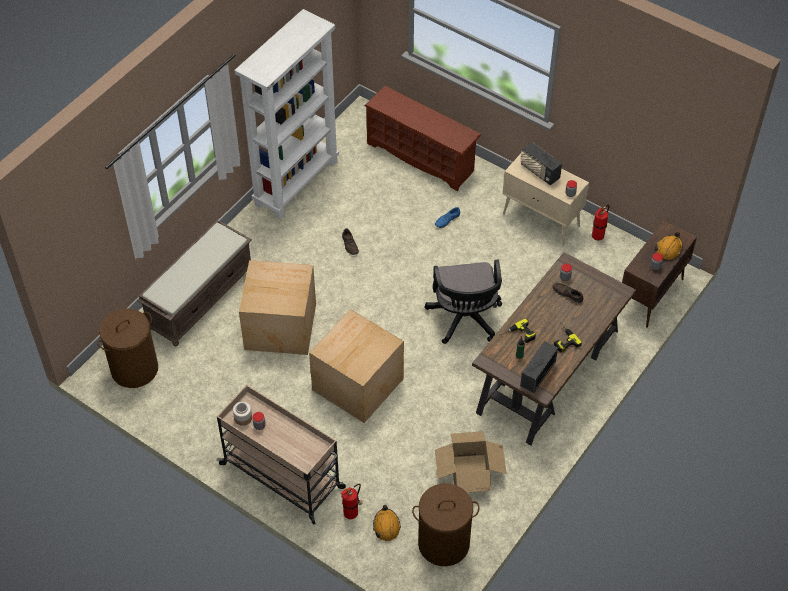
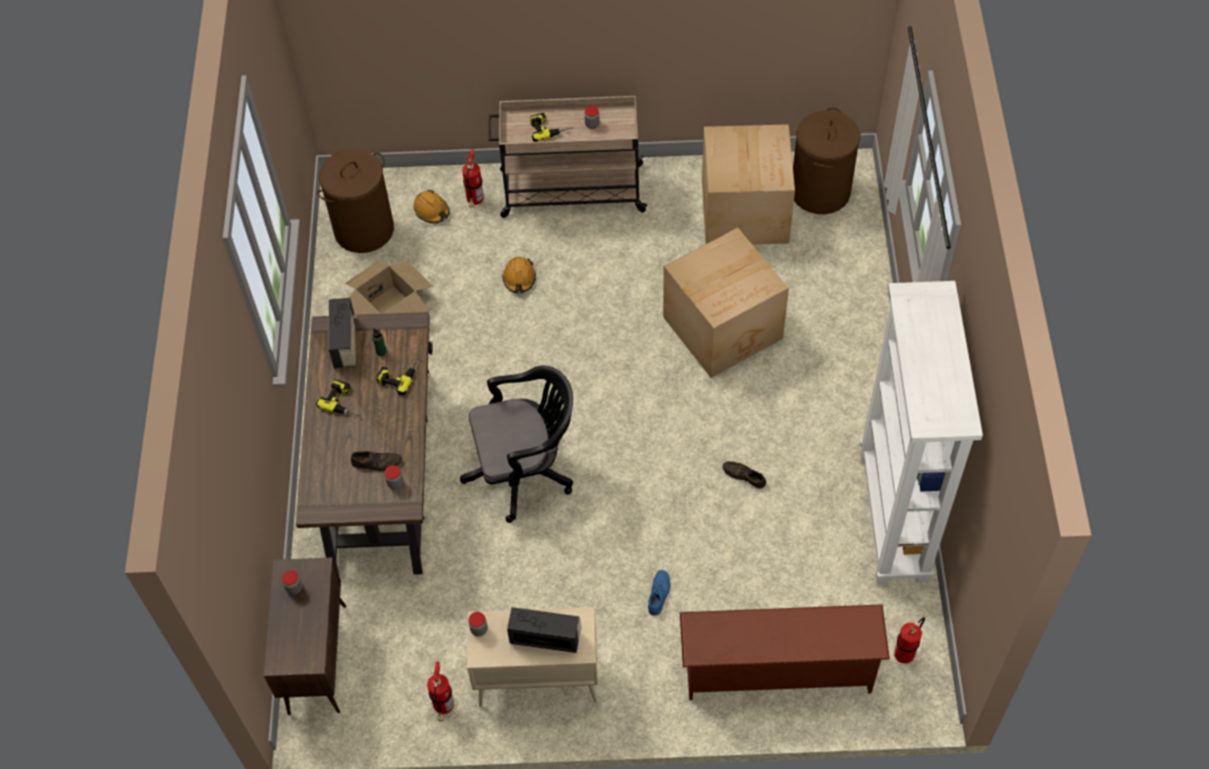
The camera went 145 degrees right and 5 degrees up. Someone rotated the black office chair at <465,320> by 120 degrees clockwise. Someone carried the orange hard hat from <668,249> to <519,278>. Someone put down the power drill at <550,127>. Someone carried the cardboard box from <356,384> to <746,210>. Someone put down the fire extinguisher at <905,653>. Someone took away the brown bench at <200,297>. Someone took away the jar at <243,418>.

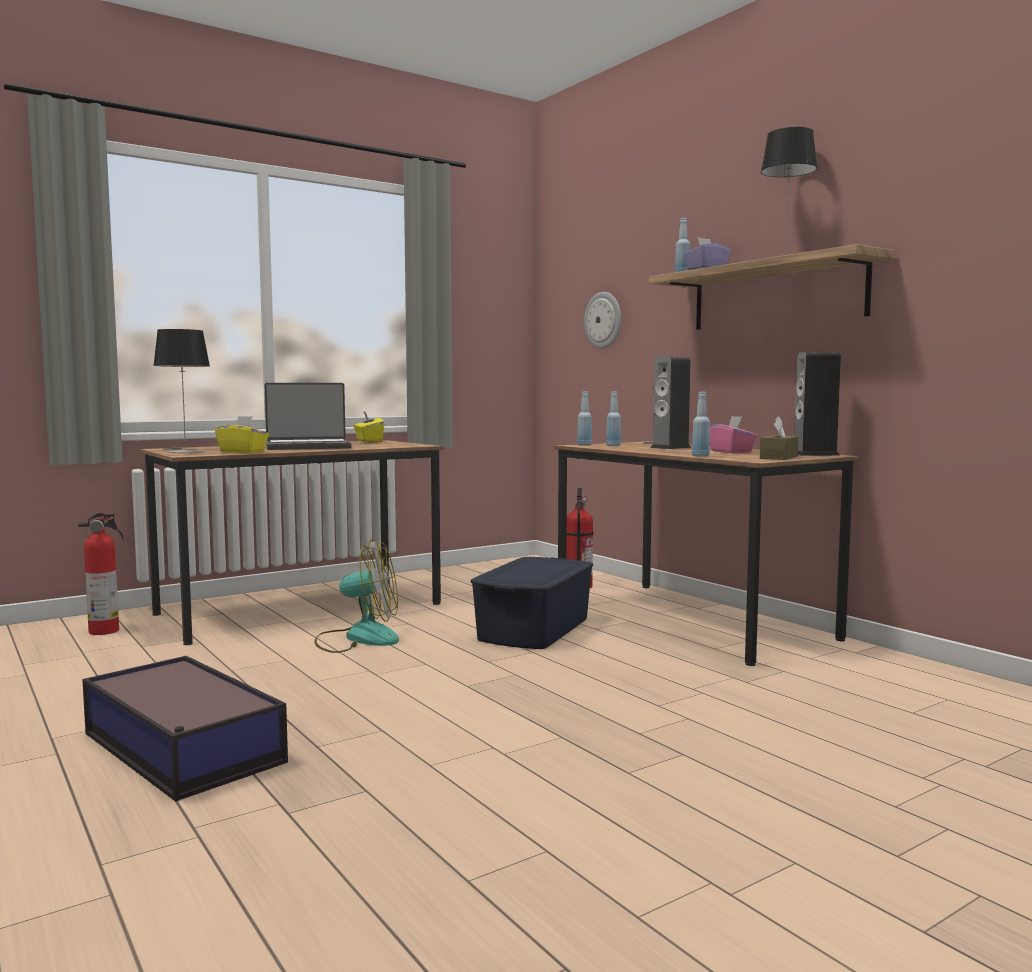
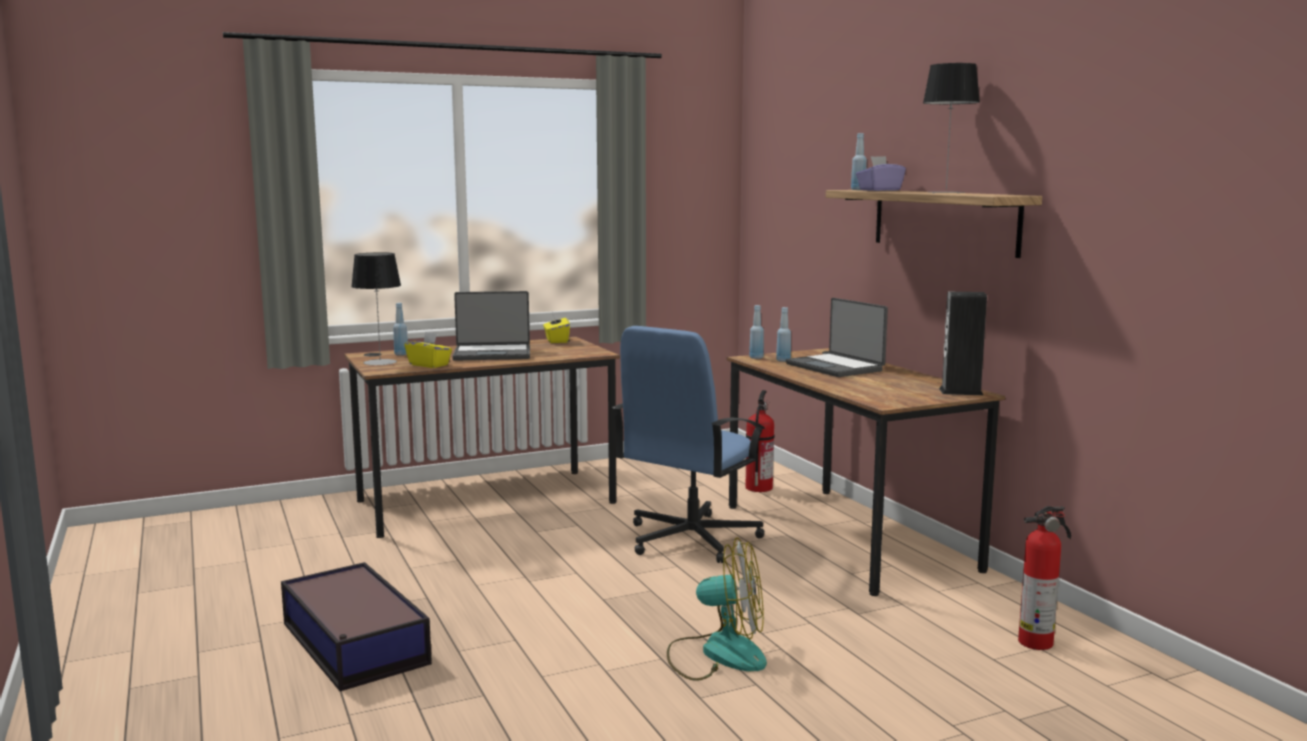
The camera went 10 degrees right and 5 degrees up. Someone carried the blue bottle from <700,456> to <401,354>. Someone swapped the blue storage box at <533,629> for the blue office chair at <690,539>. Someone carried the fan from <358,638> to <717,654>. Someone swapped the speaker at <670,447> for the laptop at <836,367>. Someone carried the fire extinguisher from <106,631> to <1038,642>. Someone took away the wall clock at <604,320>. Someone took away the pink tissue box at <731,452>. Someone took away the brown tissue box at <779,457>.

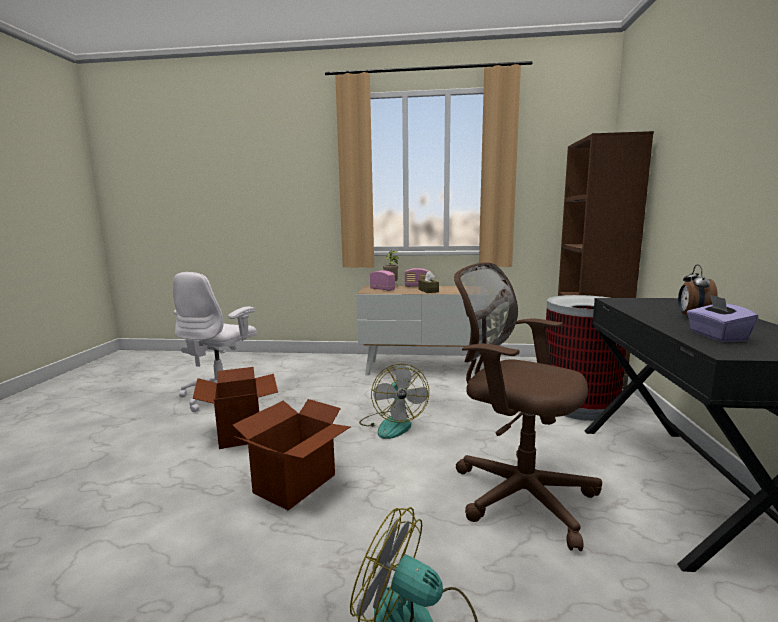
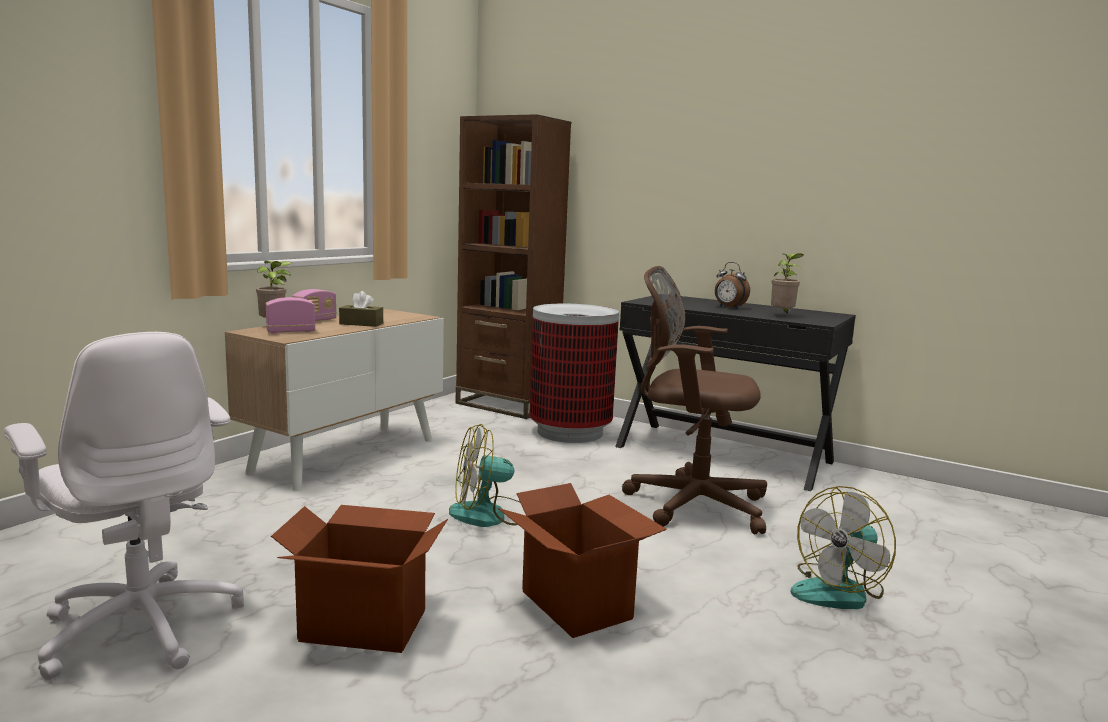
The camera went 65 degrees left and 0 degrees up. Someone rotated the fan at <392,424> by 150 degrees clockwise. Someone rotated the brown office chair at <517,493> by 45 degrees clockwise. Someone swapped the purple tissue box at <716,336> for the potted plant at <782,315>.

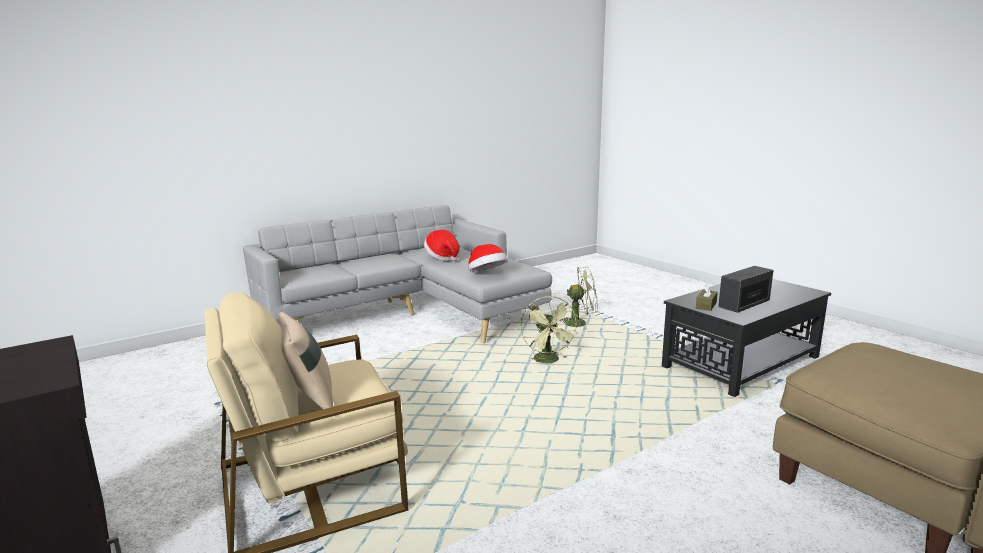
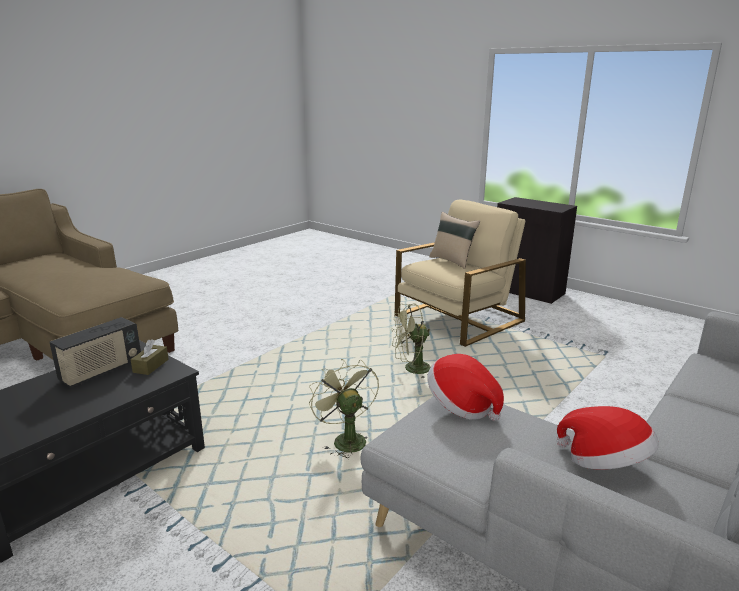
The camera went 165 degrees right and 5 degrees up. Someone carried the green fan from <580,323> to <412,370>.

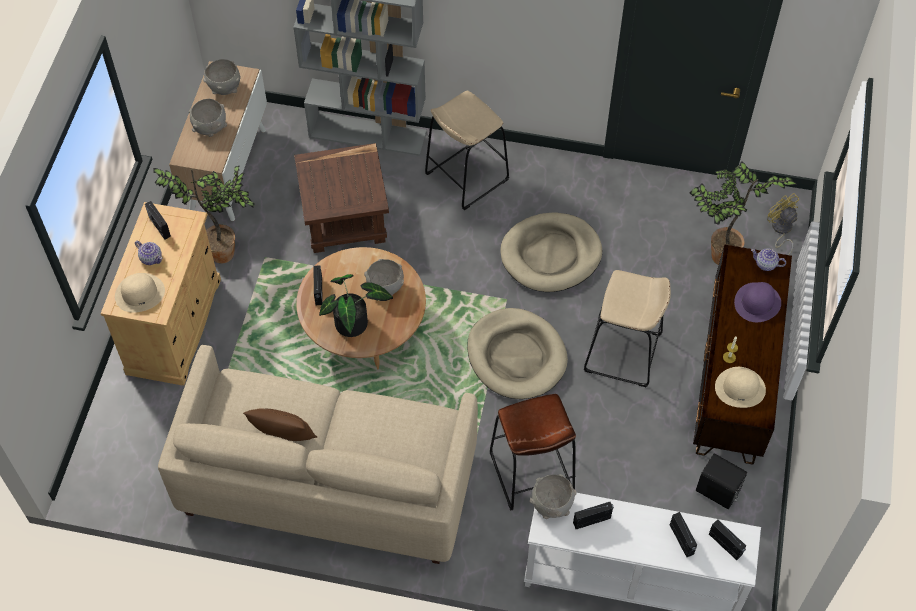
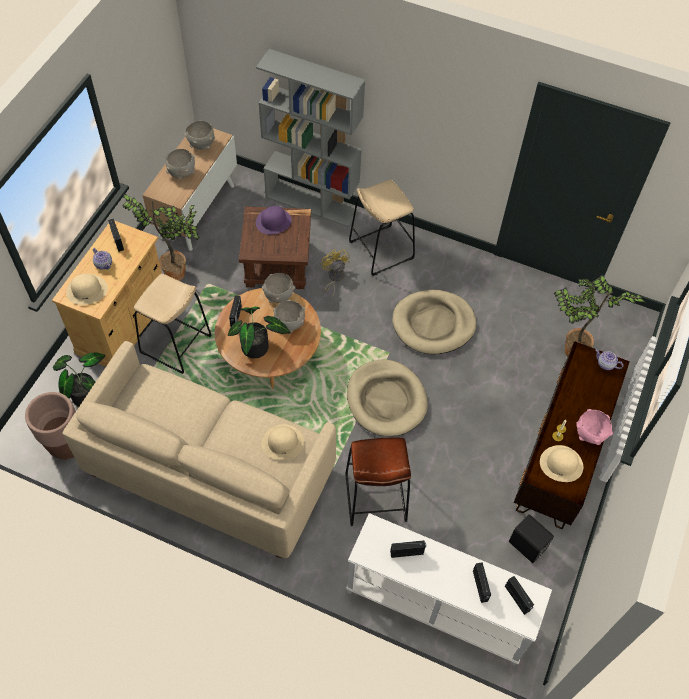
The camera went 10 degrees right and 0 degrees up. Someone put down the brown planter at <66,446>. Someone put down the potted plant at <85,393>. Someone carried the beige stool from <623,353> to <176,344>. Someone carried the purple hat from <757,302> to <273,221>. Someone carried the grey bowl from <551,505> to <278,296>. Someone put down the beige hat at <283,442>. Someone carried the yellow fan from <781,230> to <334,278>. Someone put down the pink bowl at <590,434>. Someone took away the brown pillow at <283,437>.

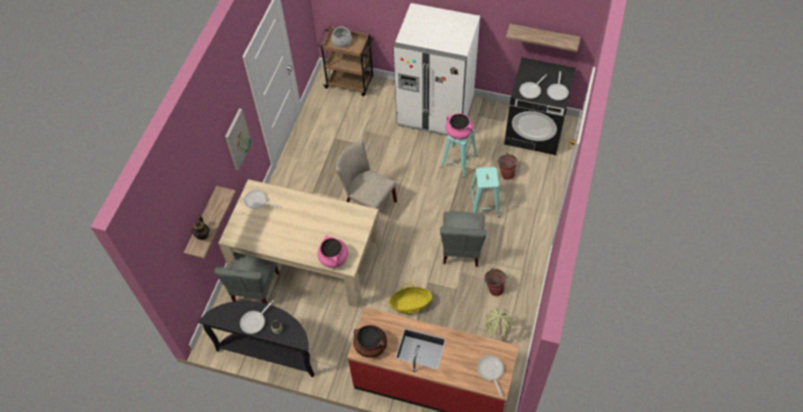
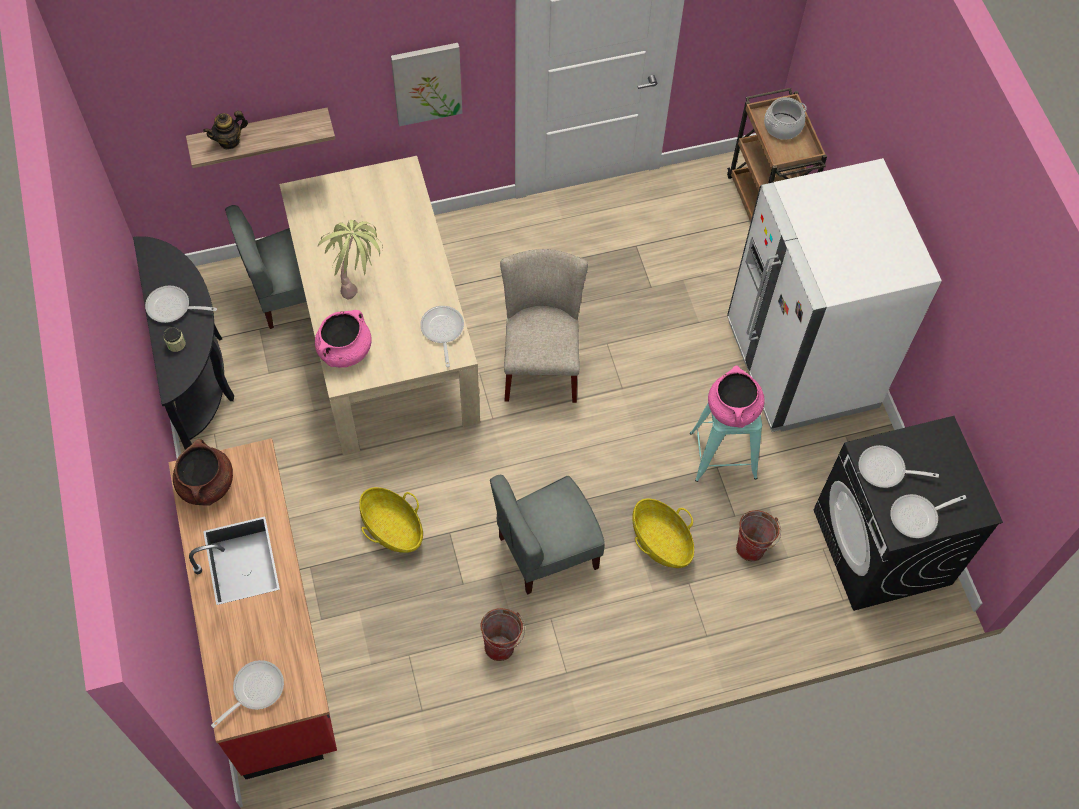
The camera went 55 degrees right and 5 degrees up. Someone carried the potted plant from <496,336> to <357,279>. Someone carried the frying pan from <257,201> to <442,331>. Someone swapped the turquoise stool at <484,204> for the basket at <661,541>. Someone took away the shelf at <543,37>.

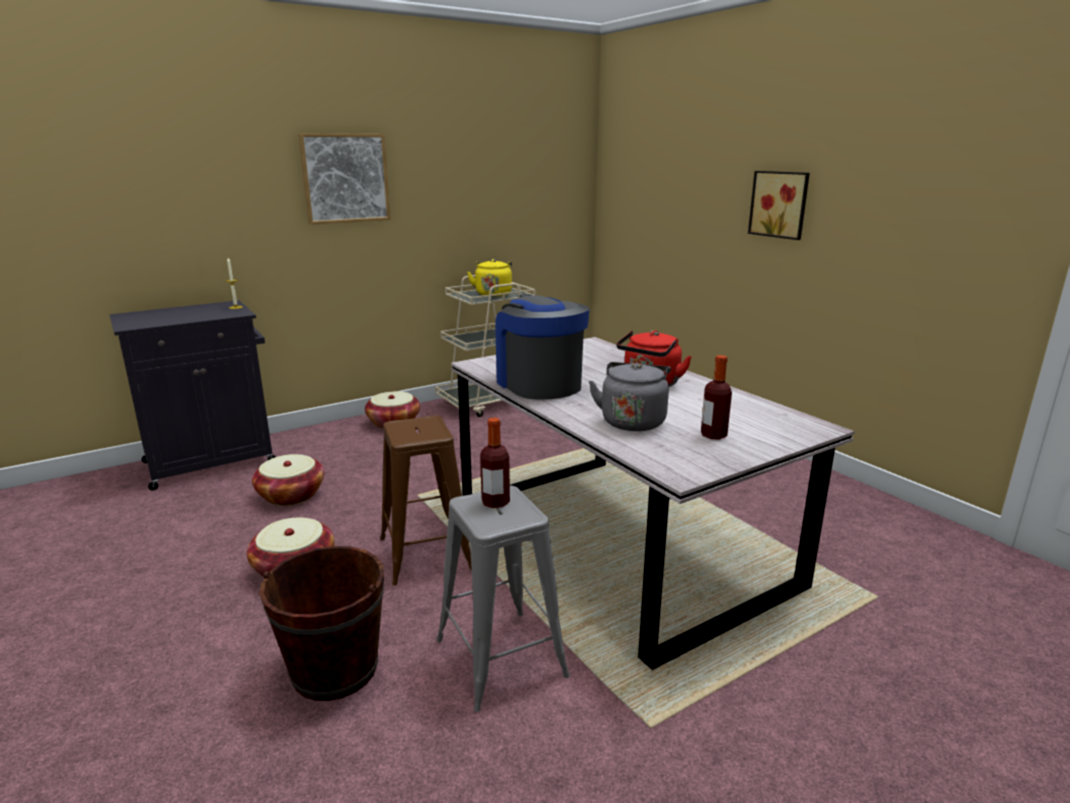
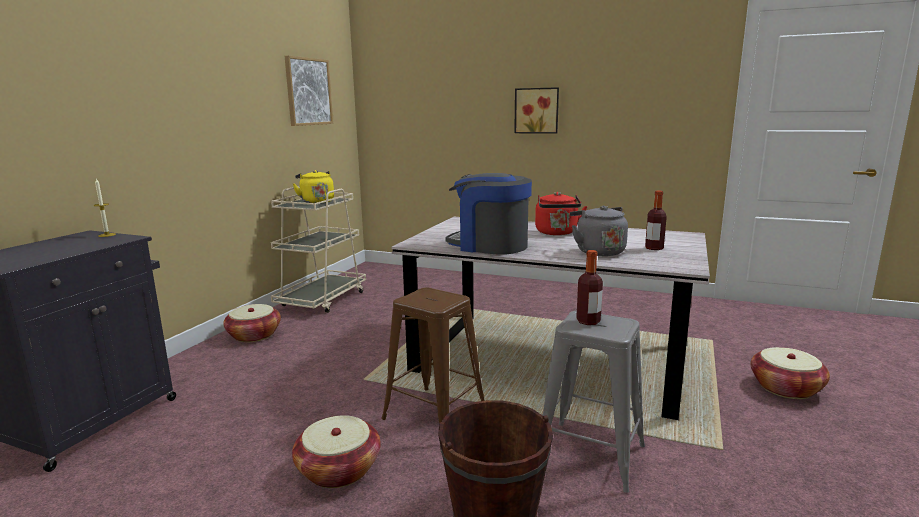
The camera went 35 degrees left and 5 degrees down. Someone carried the picture from <345,178> to <308,91>. Someone carried the basket from <291,495> to <785,388>.

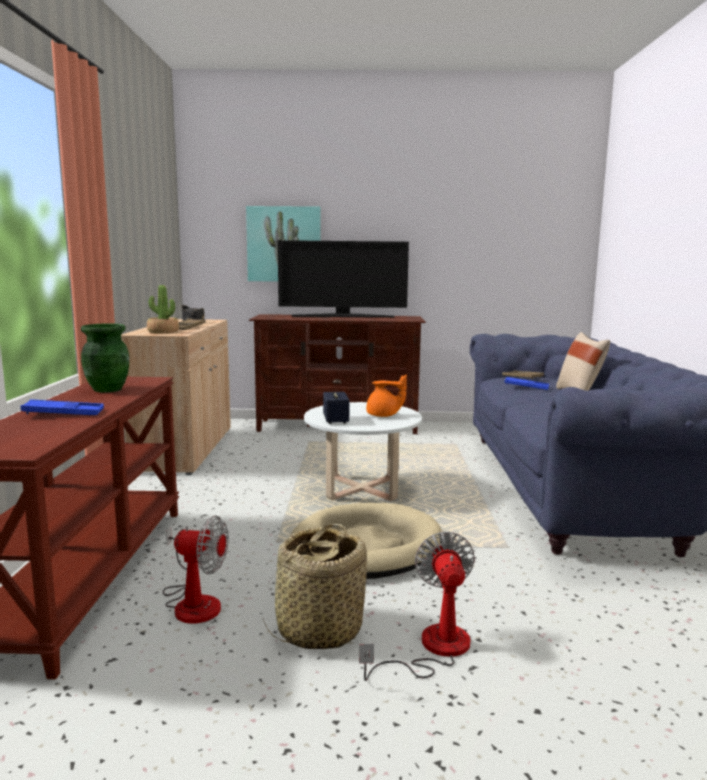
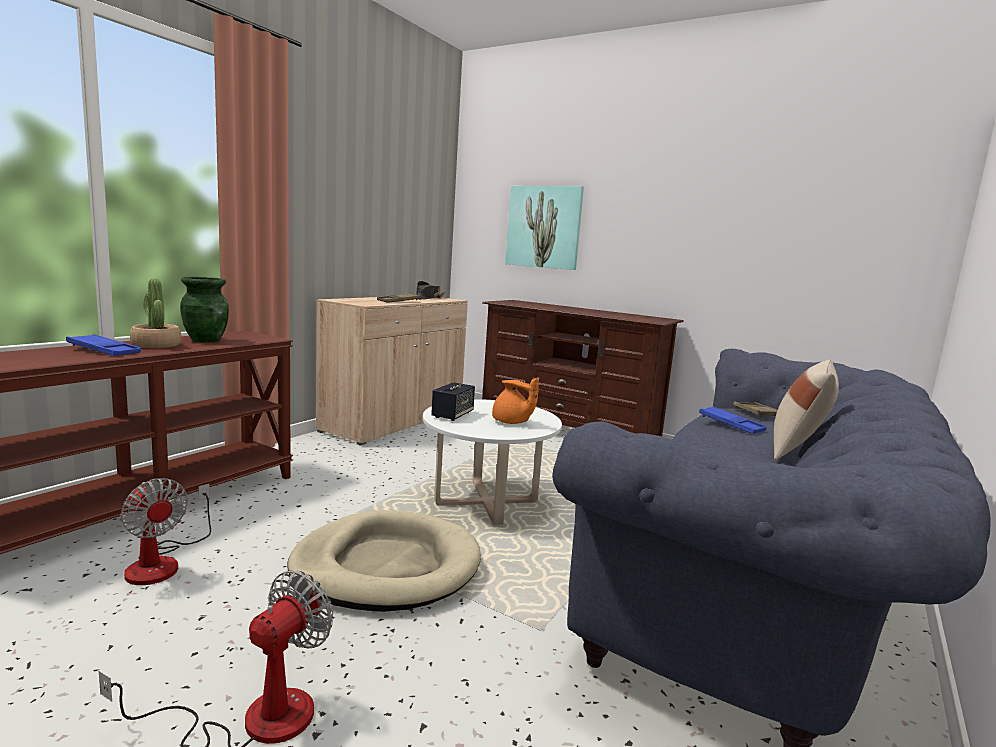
The camera went 30 degrees right and 0 degrees up. Someone carried the potted plant from <163,332> to <156,345>. Someone took away the basket at <318,629>. Someone took away the television at <343,317>.

